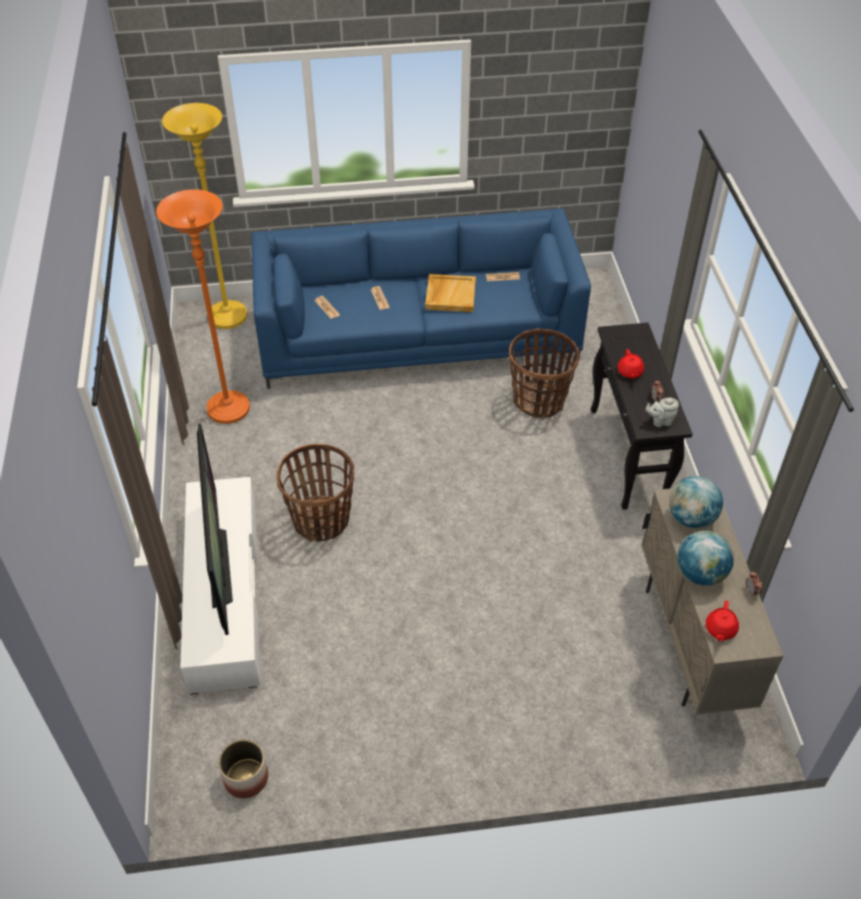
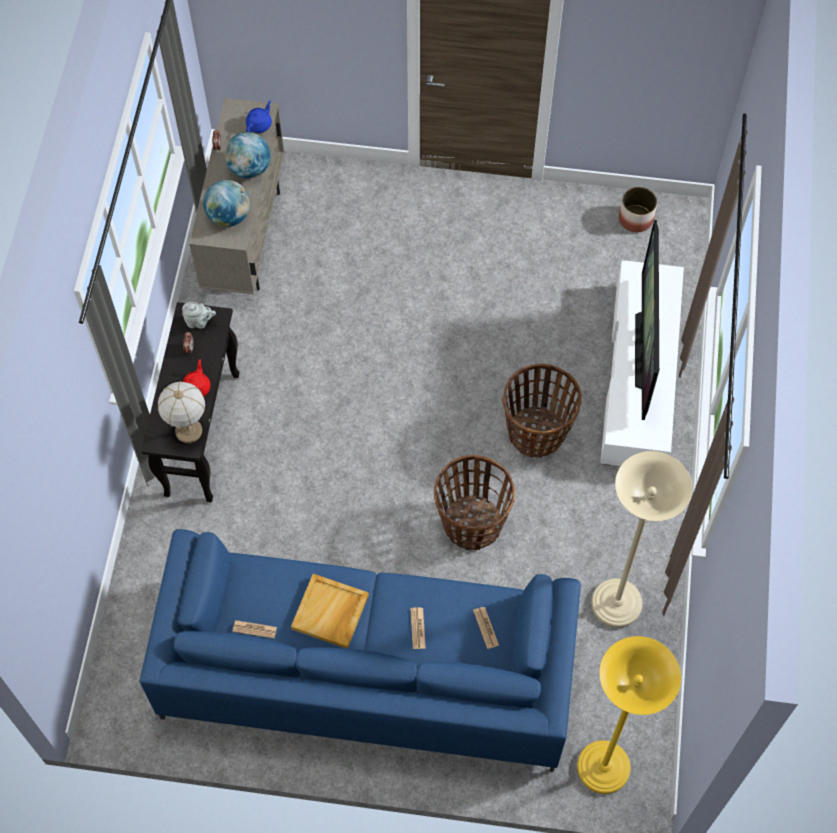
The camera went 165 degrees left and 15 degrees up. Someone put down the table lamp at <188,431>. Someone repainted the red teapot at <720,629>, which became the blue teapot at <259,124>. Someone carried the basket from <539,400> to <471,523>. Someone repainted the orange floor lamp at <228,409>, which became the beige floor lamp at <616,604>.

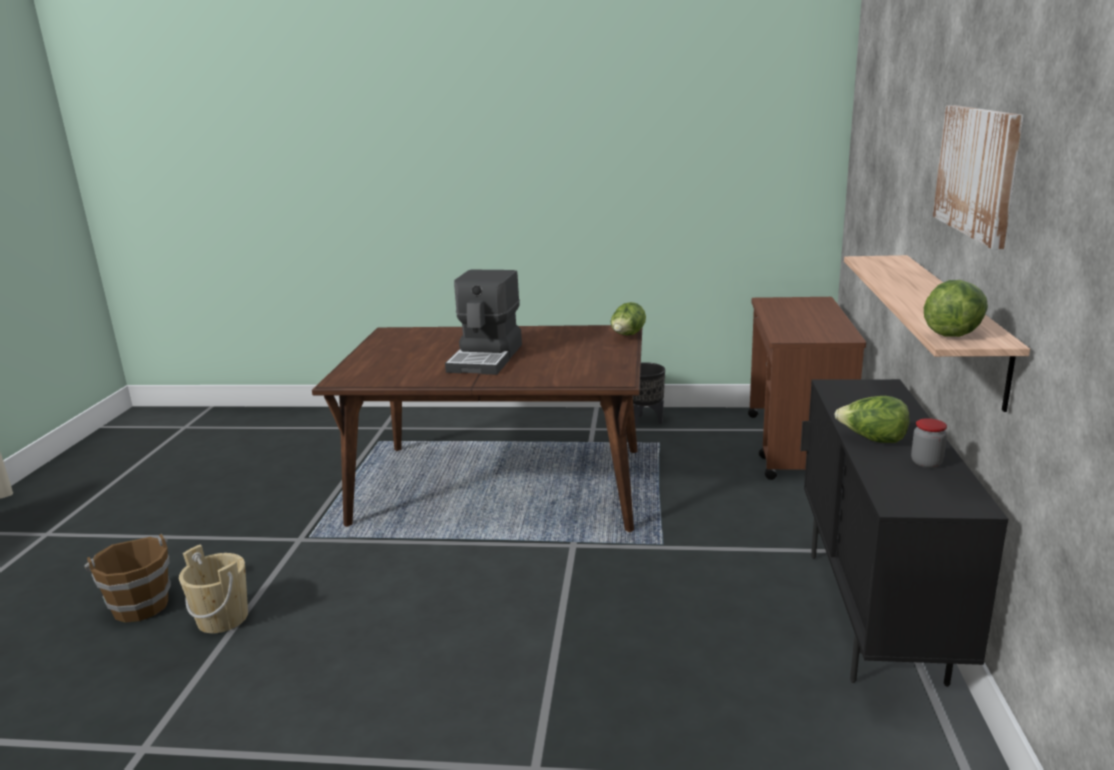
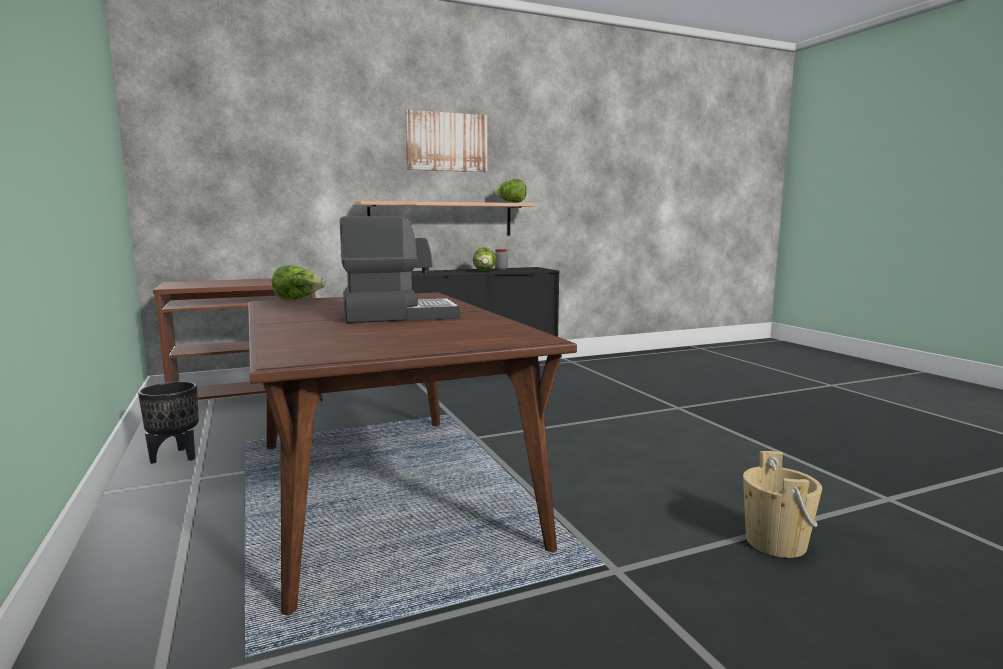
The camera went 120 degrees left and 10 degrees down. Someone took away the brown bucket at <140,605>.

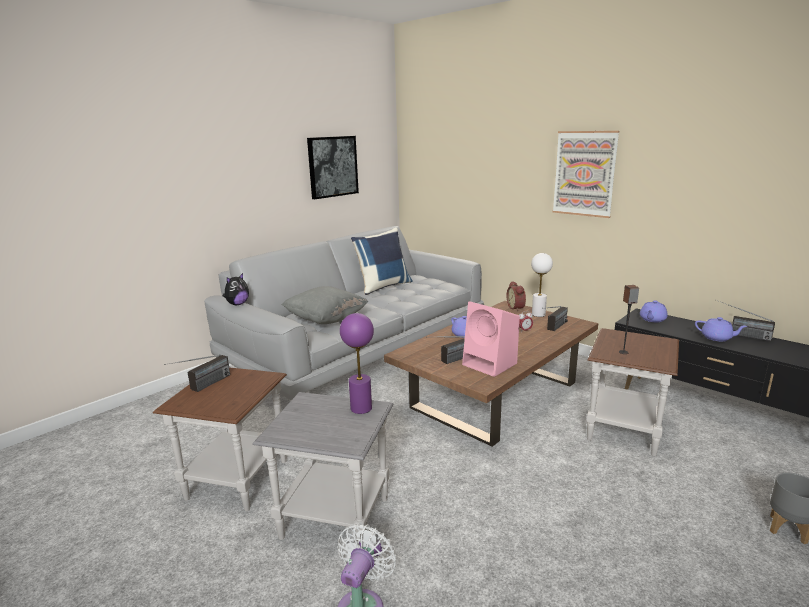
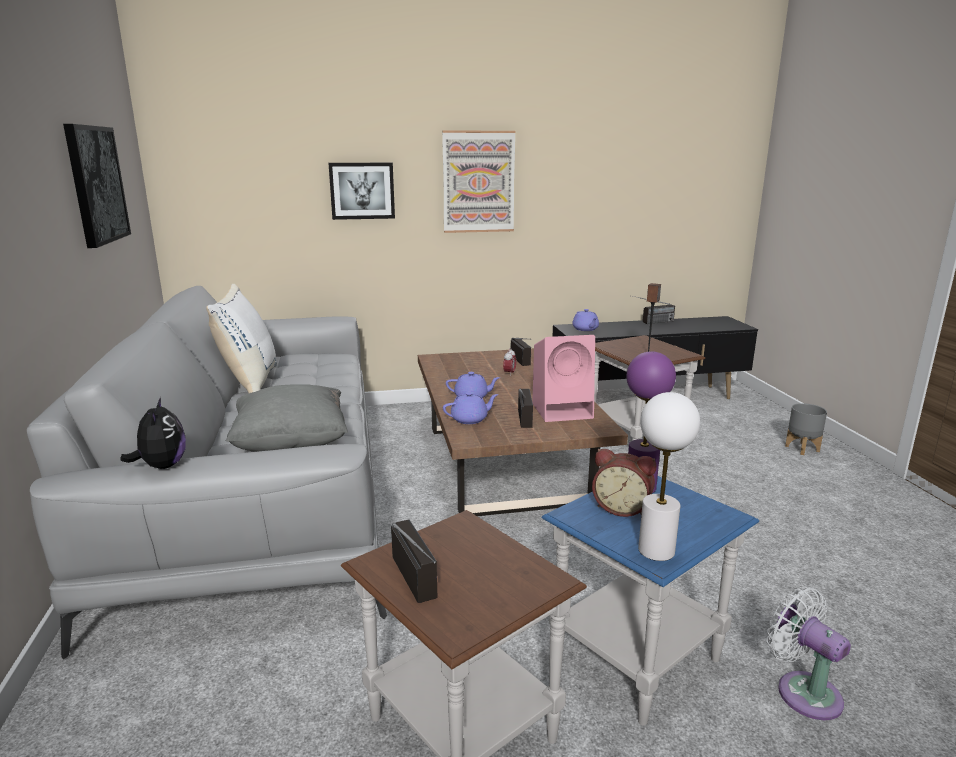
The camera went 55 degrees left and 0 degrees up. Someone repainted the blue pillow at <383,286>, which became the white pillow at <249,381>. Someone put up the picture at <362,190>. Someone carried the purple teapot from <717,338> to <470,419>. Someone repainted the grey side table at <334,518>, which became the blue side table at <635,659>. Someone carried the alarm clock from <516,308> to <622,508>. Someone carried the white table lamp from <538,314> to <657,550>.

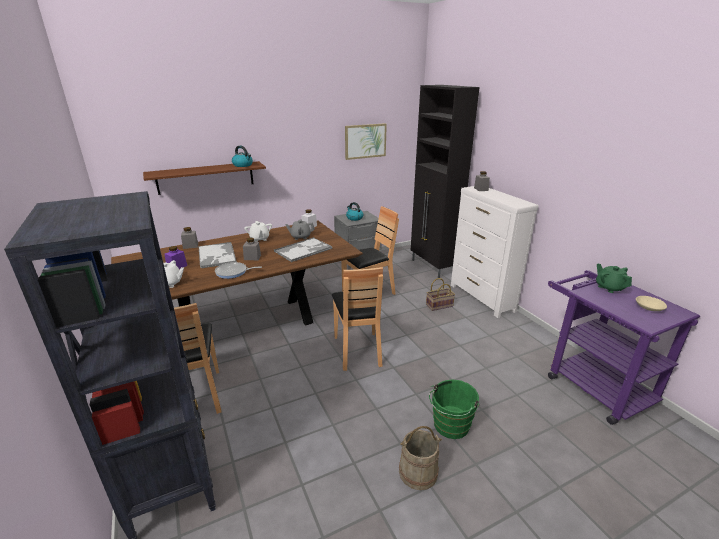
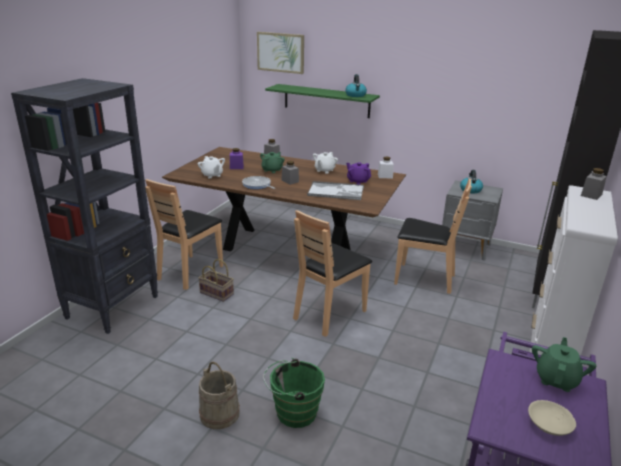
The camera went 50 degrees right and 0 degrees up. Someone carried the basket from <439,305> to <218,293>. Someone carried the picture from <365,141> to <280,52>. Someone swapped the tray at <217,256> for the green teapot at <272,170>. Someone repainted the brown shelf at <206,177>, which became the green shelf at <326,101>. Someone repainted the grey teapot at <300,237>, which became the purple teapot at <357,181>.

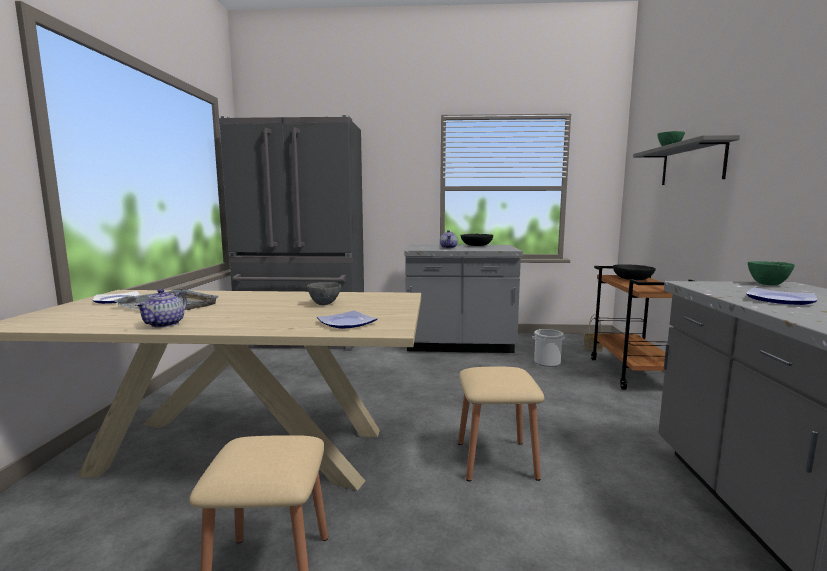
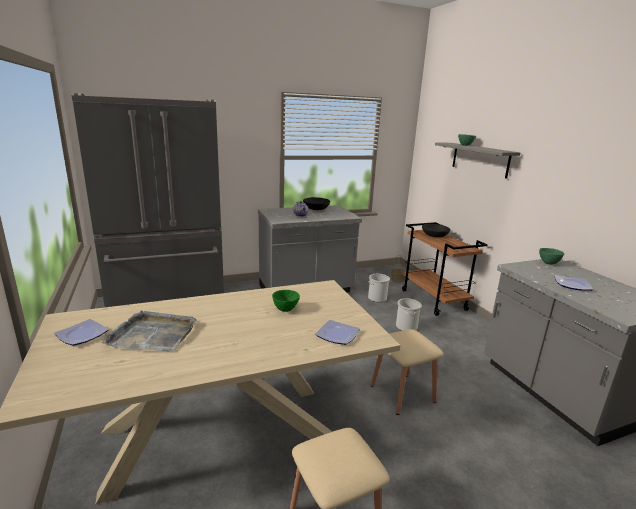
The camera went 25 degrees left and 10 degrees up. Someone repainted the grey bowl at <324,304>, which became the green bowl at <285,309>. Someone put down the bucket at <406,327>. Someone took away the teapot at <165,324>.

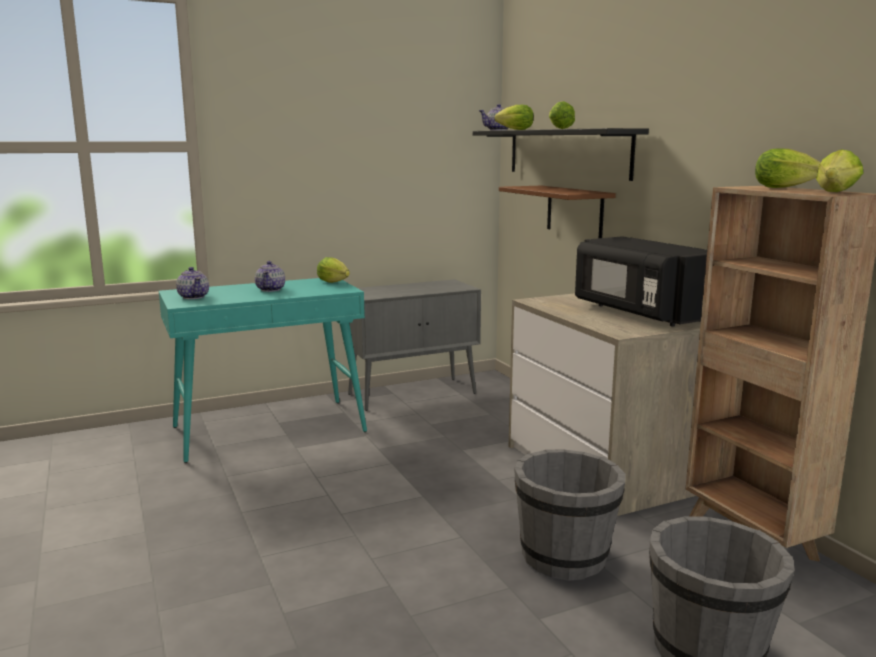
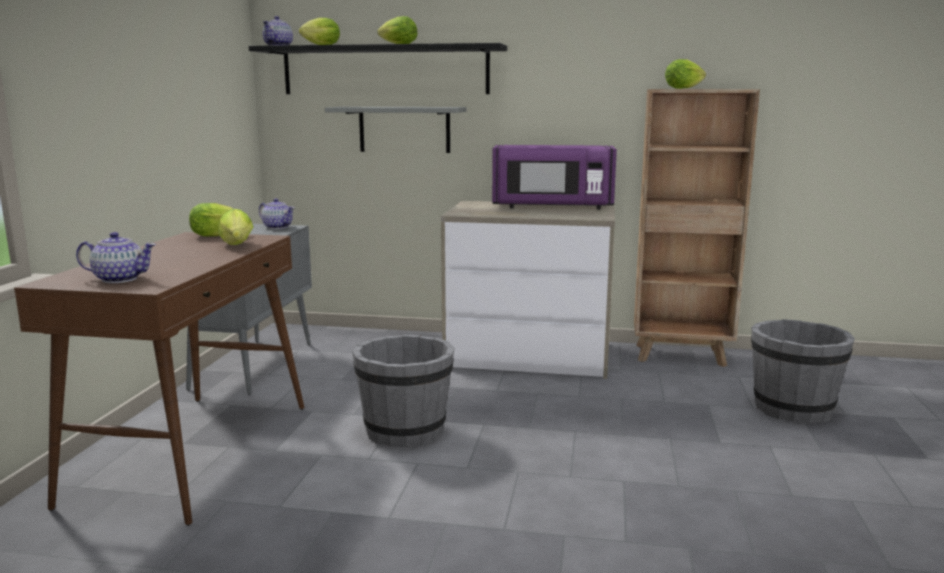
The camera went 55 degrees left and 0 degrees up. Someone repainted the turquoise console table at <270,429>, which became the brown console table at <194,451>. Someone carried the lettuce from <835,193> to <237,246>. Someone carried the teapot from <271,289> to <277,227>. Someone repainted the brown shelf at <574,211>, which became the grey shelf at <404,129>. Someone carried the grey bucket from <565,557> to <405,431>. Someone repainted the black microwave at <640,313>, which became the purple microwave at <552,207>.

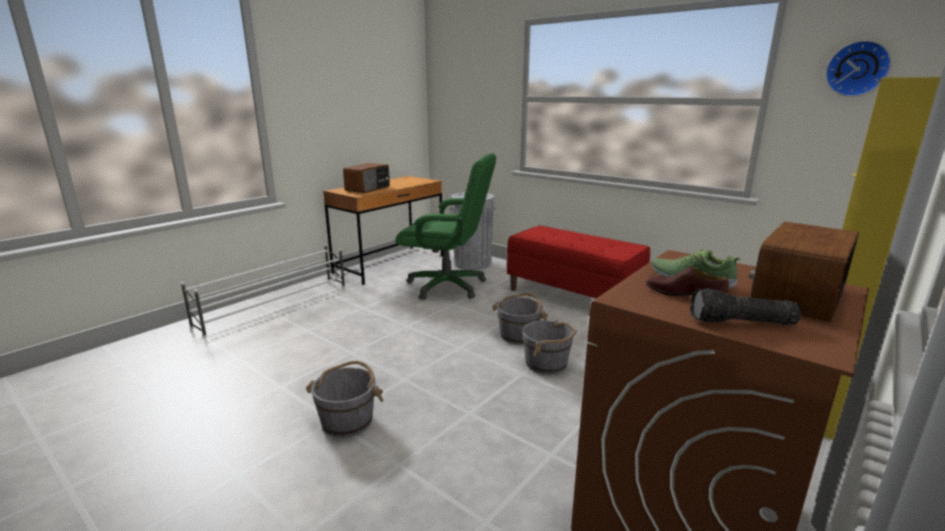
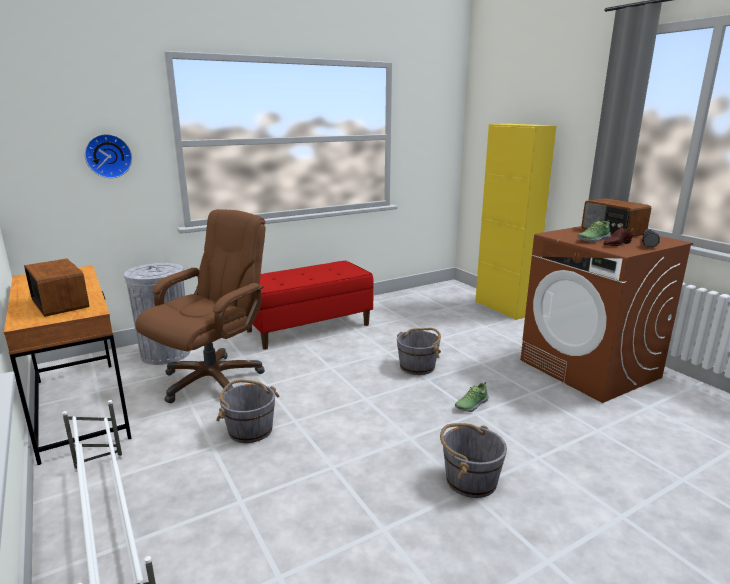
The camera went 70 degrees left and 0 degrees up. Someone carried the wall clock from <857,69> to <108,156>. Someone repainted the green office chair at <447,286>, which became the brown office chair at <213,380>. Someone carried the grey bucket from <519,335> to <250,429>. Someone put down the shoe at <471,404>.

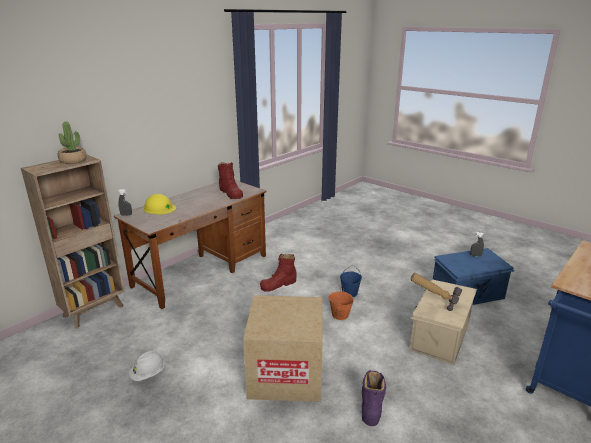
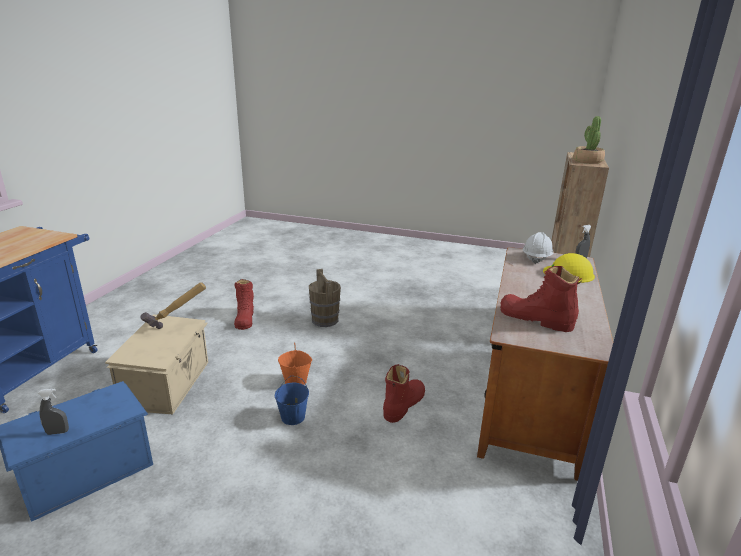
The camera went 155 degrees right and 0 degrees up. Someone repainted the purple boot at <373,403>, which became the red boot at <244,318>. Someone swapped the cardboard box at <285,373> for the brown bucket at <325,320>. Someone carried the white hard hat from <148,374> to <536,258>.

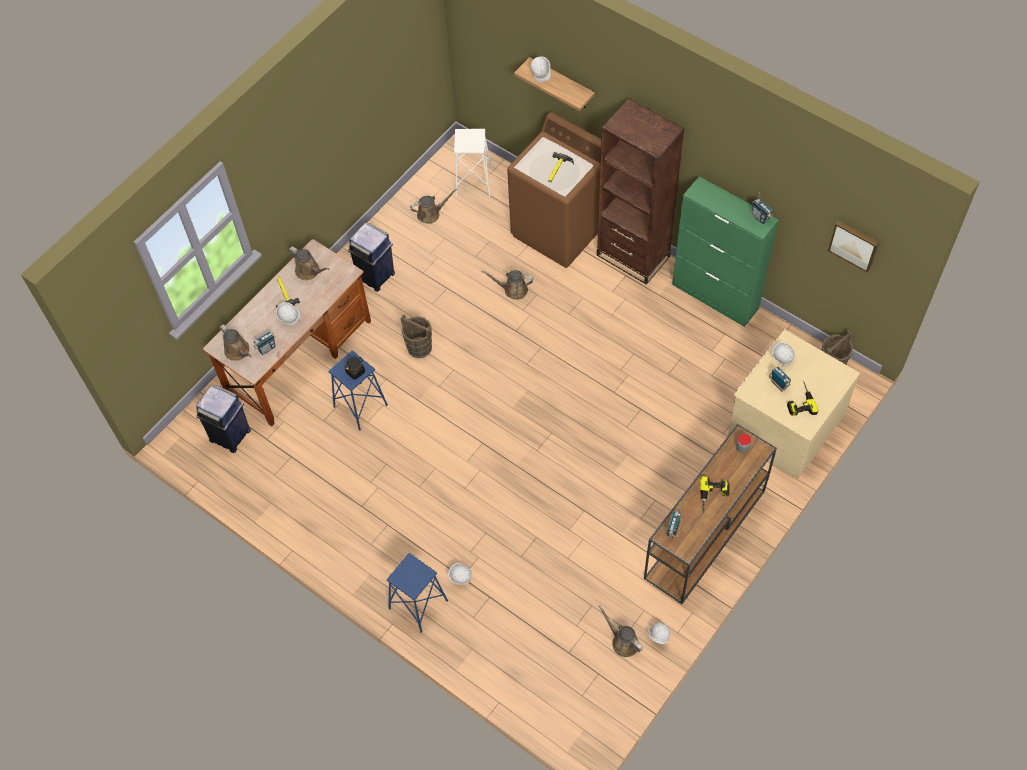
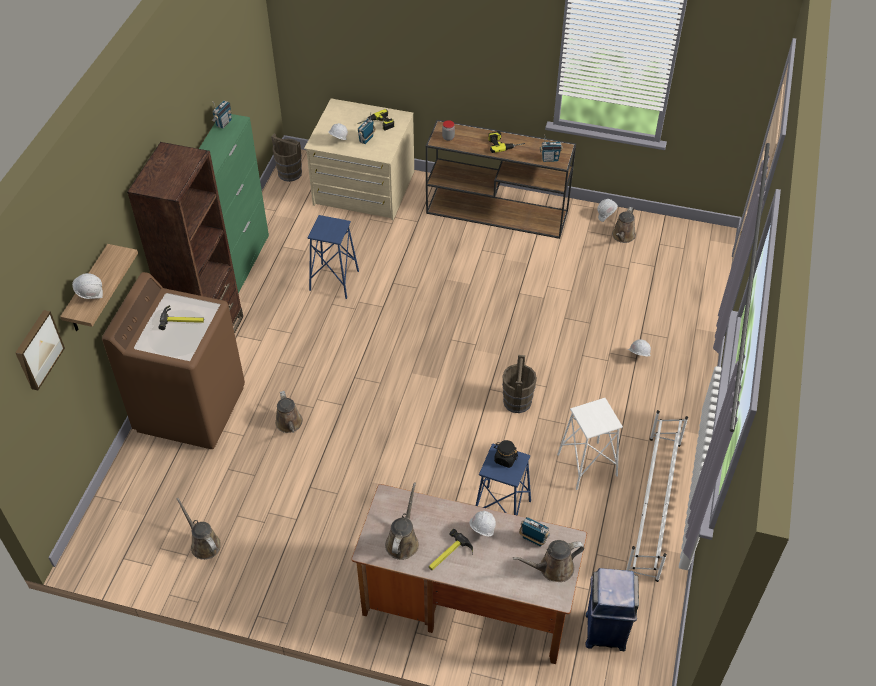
The camera went 115 degrees left and 10 degrees down. Someone carried the picture from <854,244> to <37,349>. Someone carried the blue stool from <418,605> to <334,281>. Someone carried the brown bucket from <419,347> to <517,402>. Someone rotated the brown watering can at <238,351> by 135 degrees counterclockwise. Someone carried the white stool from <473,182> to <587,465>. Someone put down the white shoe rack at <653,507>. Someone took away the blue trash can at <376,276>.

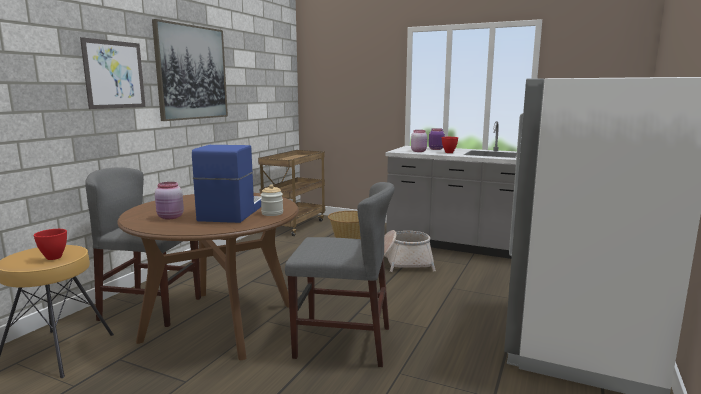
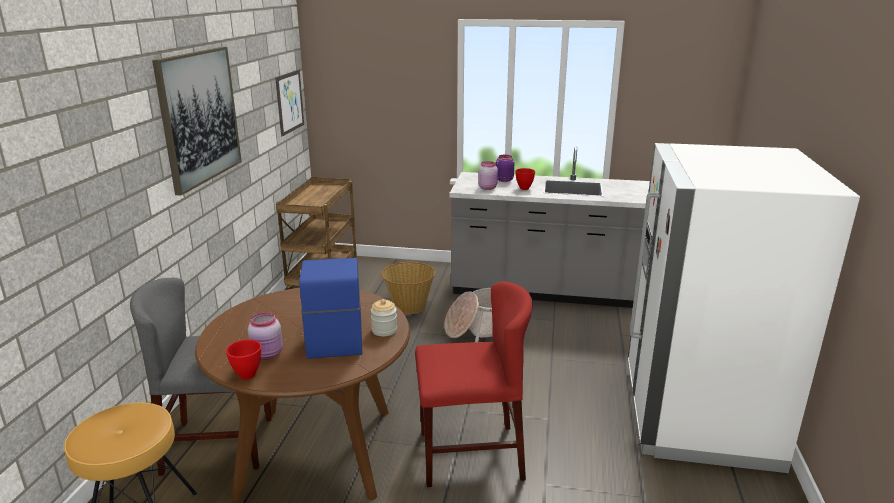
The camera went 15 degrees left and 10 degrees up. Someone carried the red bowl from <54,258> to <248,375>. Someone carried the picture from <114,74> to <289,102>. Someone repainted the grey chair at <343,342>, which became the red chair at <470,455>.

